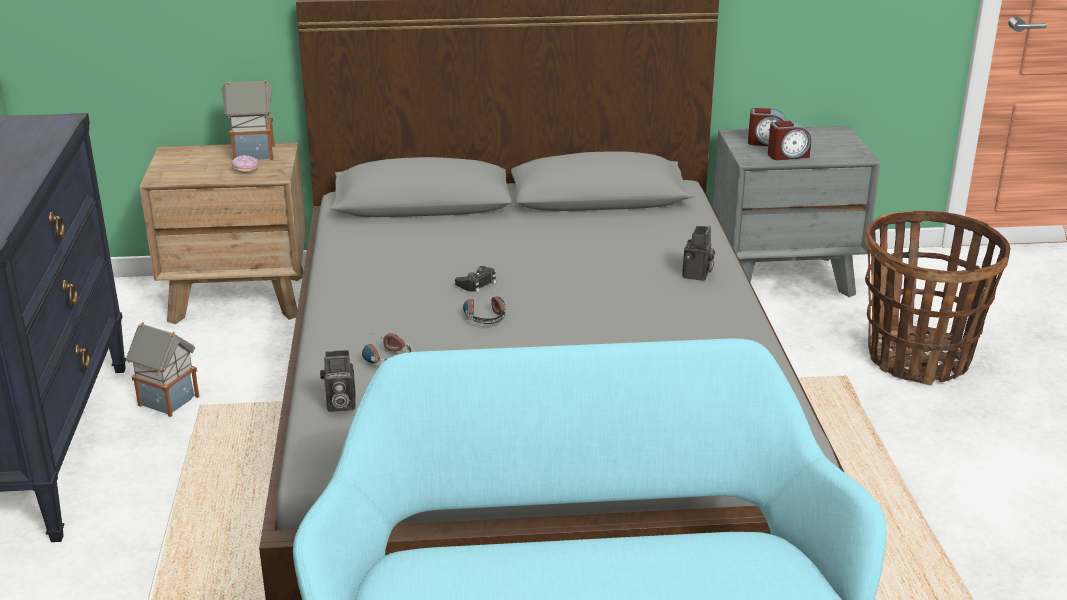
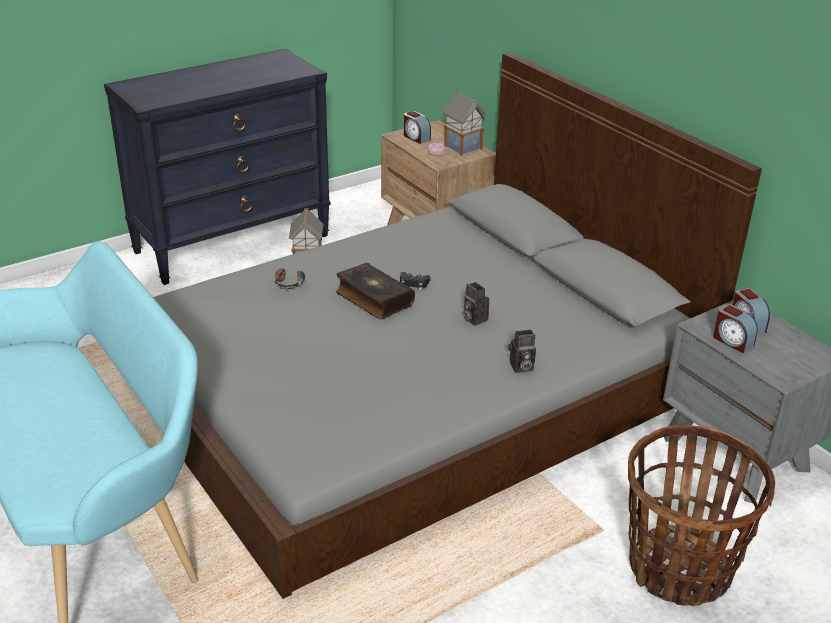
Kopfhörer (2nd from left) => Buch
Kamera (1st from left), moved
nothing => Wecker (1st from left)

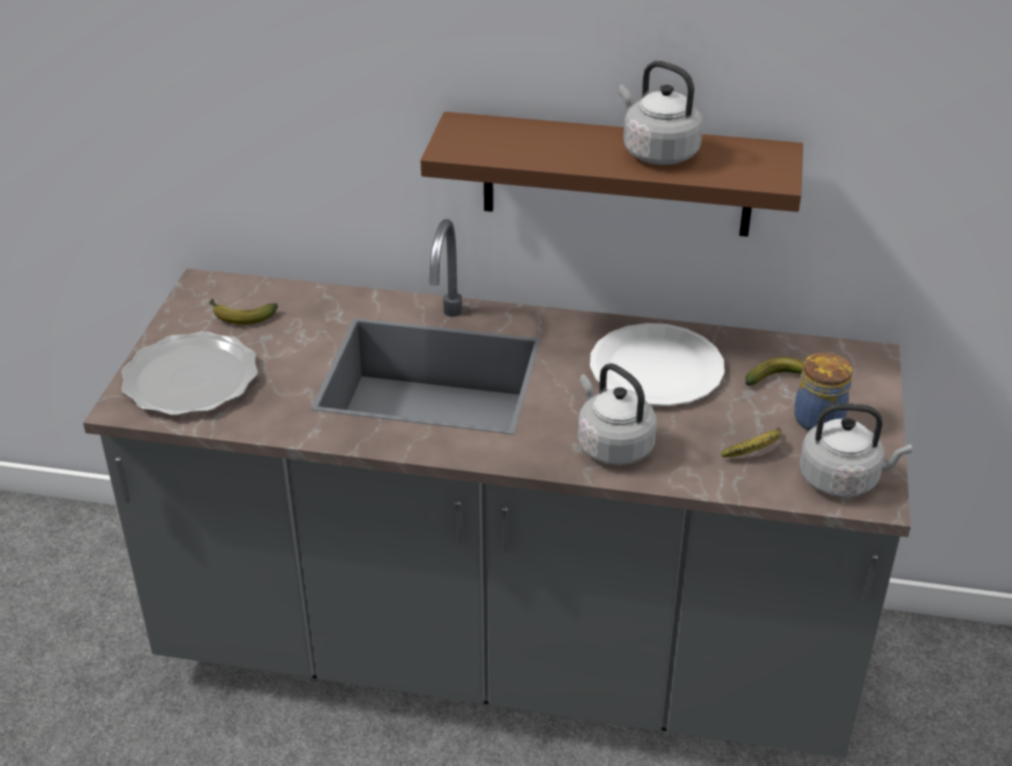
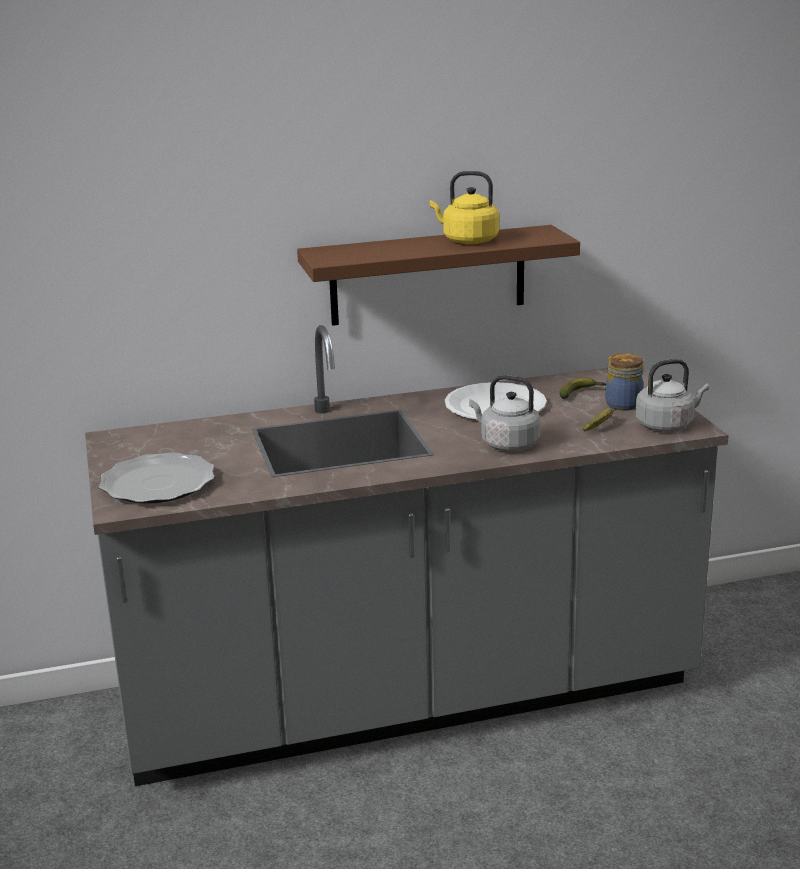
Wasserkessel [grau] (2nd from left) => Wasserkessel [gelb]
Banane (1st from left) => nothing

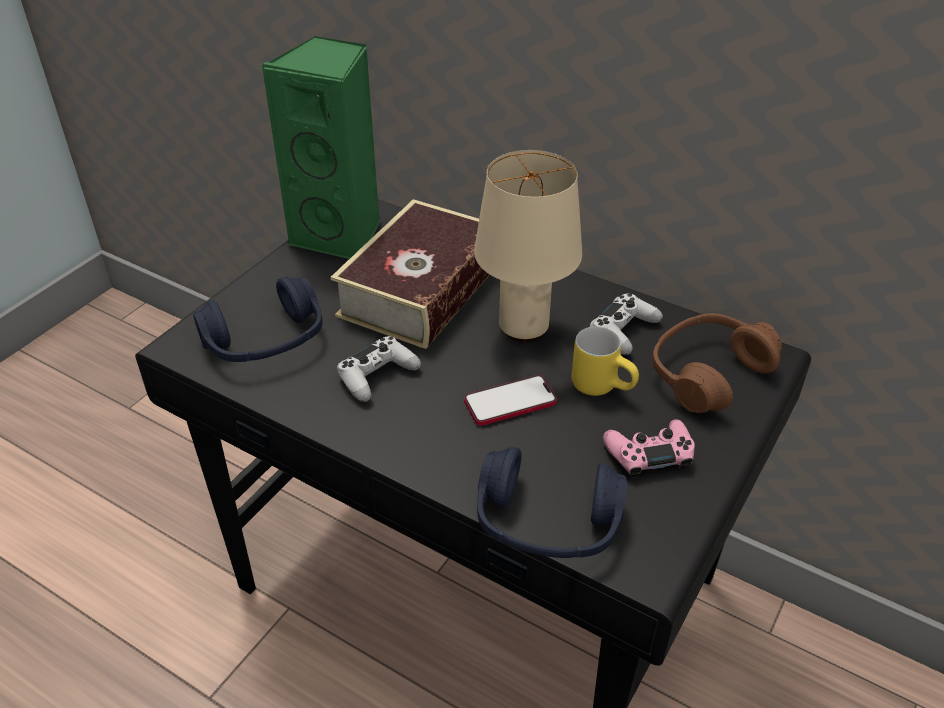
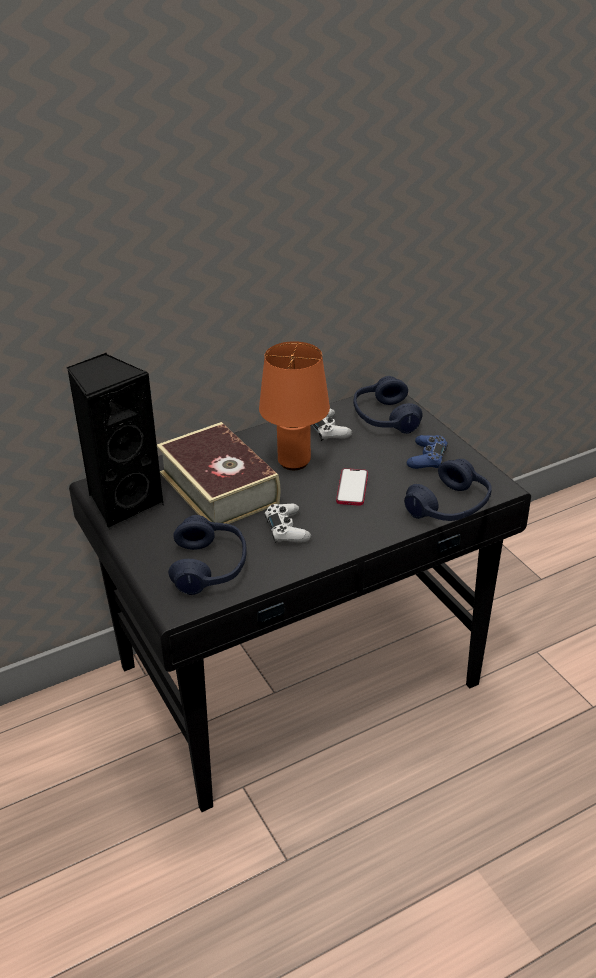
Lautsprecher [grün] => Lautsprecher [schwarz]
Tischlampe [beige] => Tischlampe [orange]
Kopfhörer [braun] => Kopfhörer [blau] (2nd from left)
Henkelbecher [gelb] => nothing
Gamepad [rosa] => Gamepad [blau]

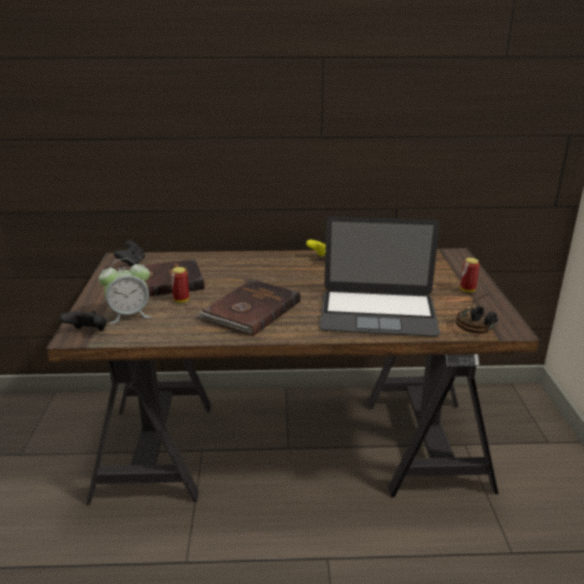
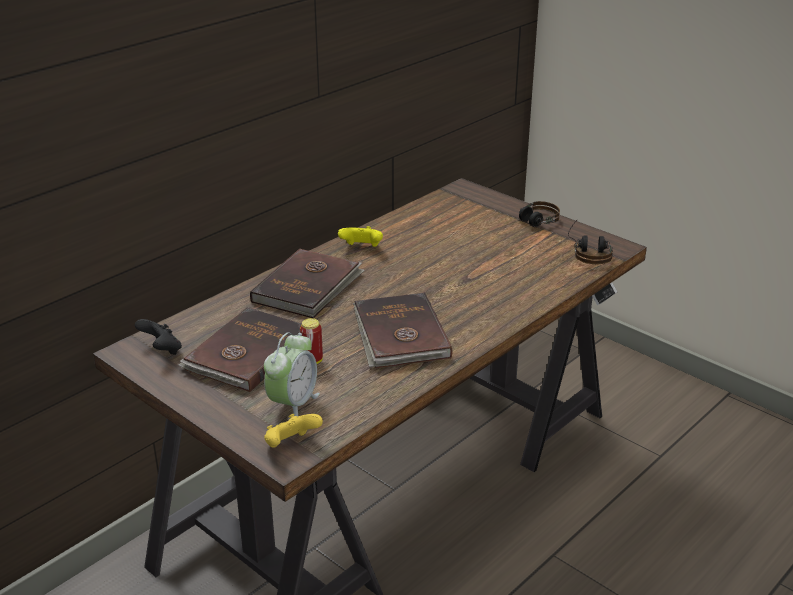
Laptop => nothing
Dose (2nd from left) => Kopfhörer (1st from left)
Gamepad [schwarz] (1st from left) => Gamepad [gelb] (1st from left)
nothing => Buch [braun] (2nd from left)

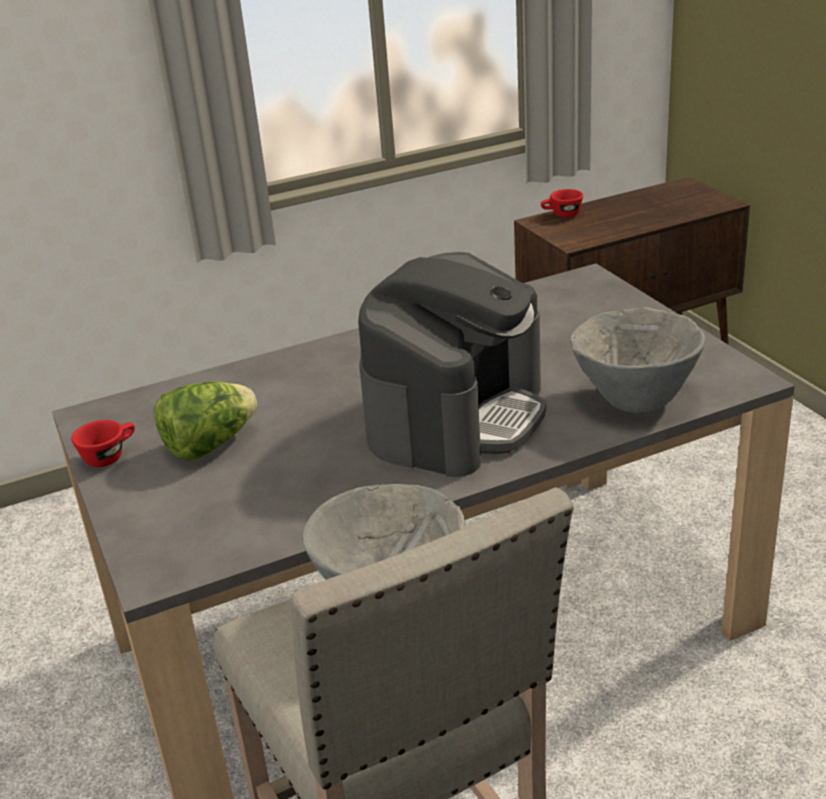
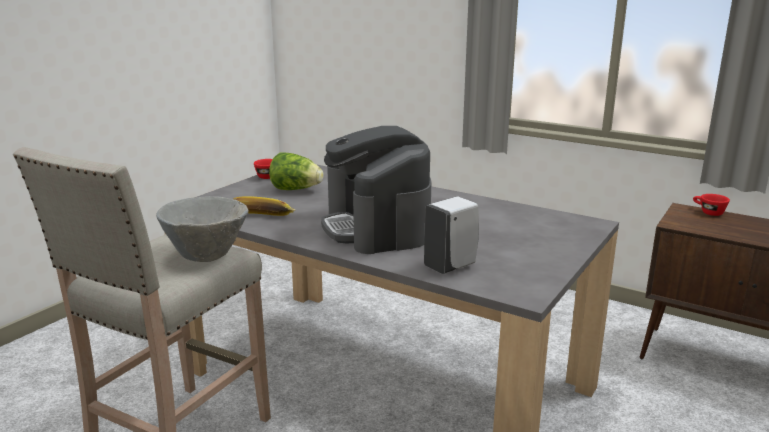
Kaffeemaschine, 75 degrees clockwise
Schüssel [grau] (2nd from left) => Seifenspender [weiß]
nothing => Banane

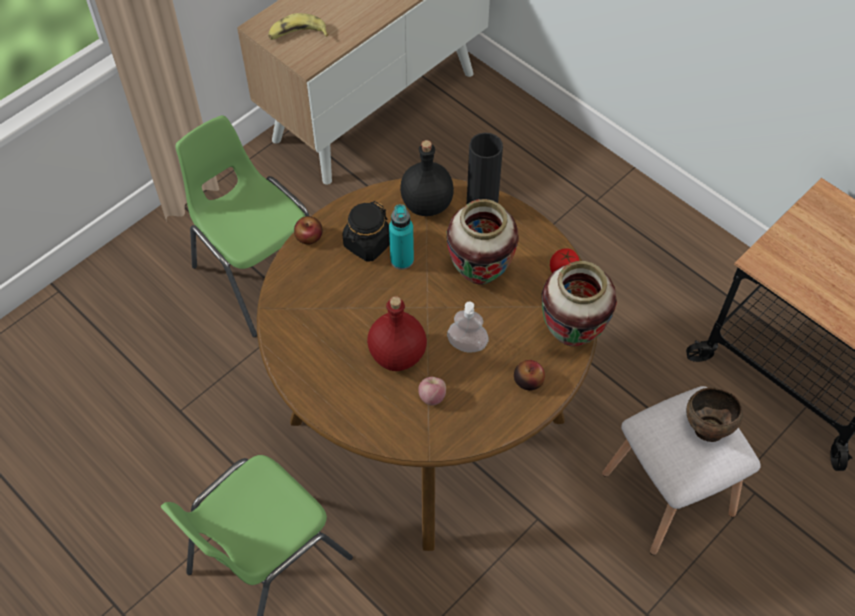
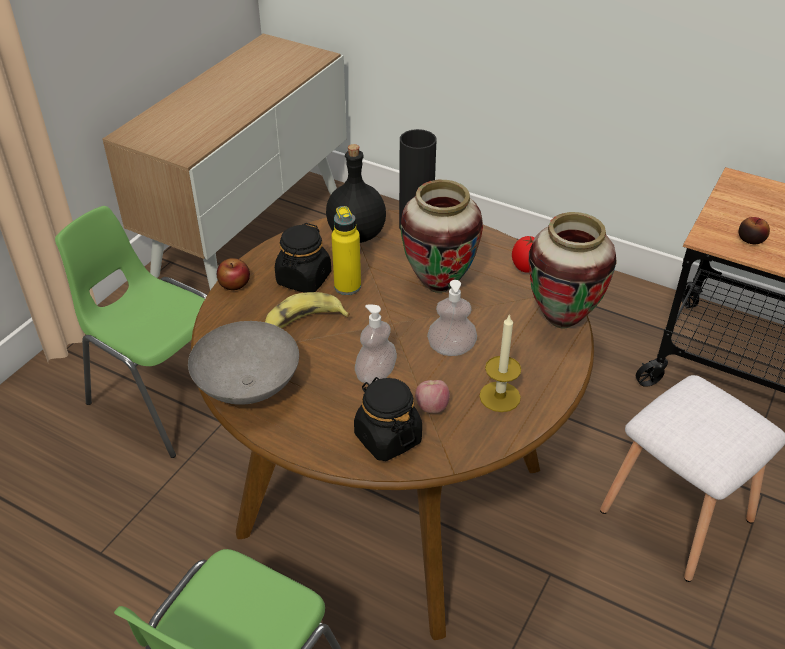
Banane, moved
Flasche [türkis] => Flasche [gelb]
Flasche [rot] => Seifenspender (1st from left)
Apfel (3rd from left), moved
Schüssel [braun] => nothing
nothing => Kerze
nothing => Schüssel [grau]
nothing => Vorratsglas [schwarz] (2nd from left)

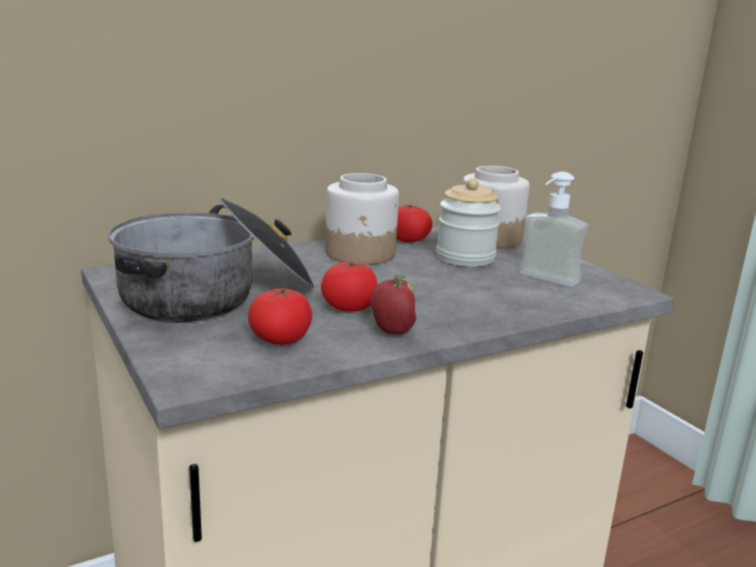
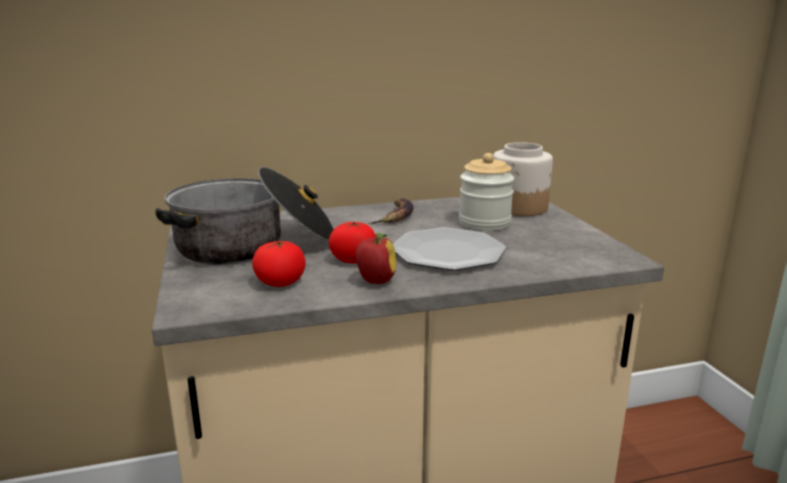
Seifenspender => nothing
Vorratsglas (1st from left) => Banane
Tomate (3rd from left) => nothing
nothing => Teller

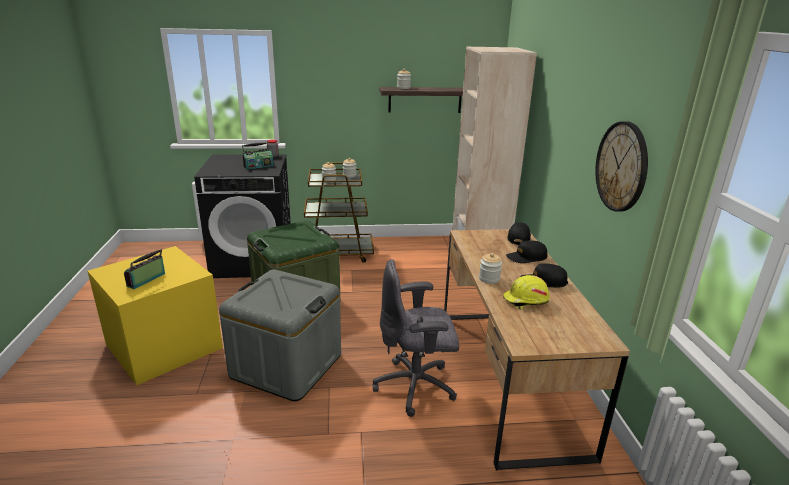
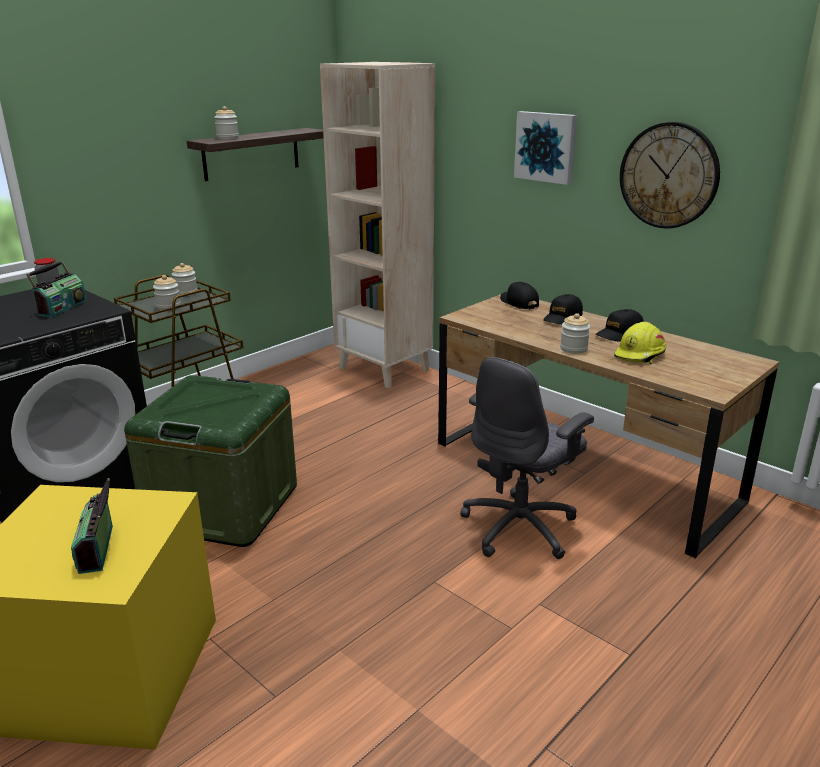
Aufbewahrungsbox [grau] => nothing
nothing => Bild

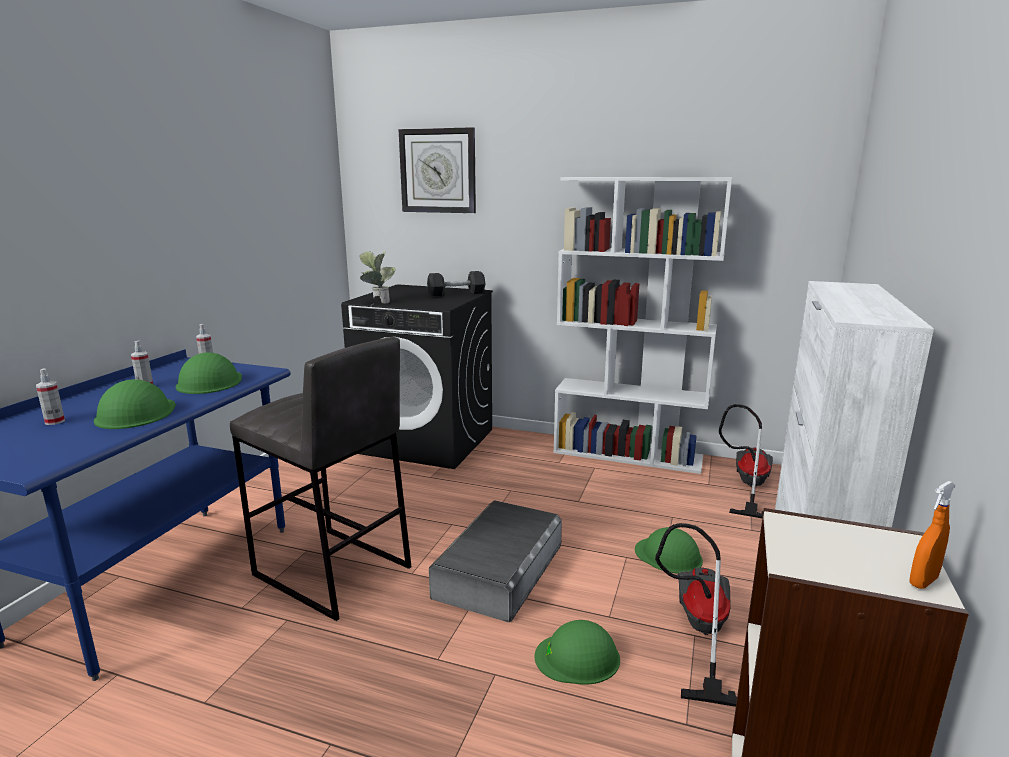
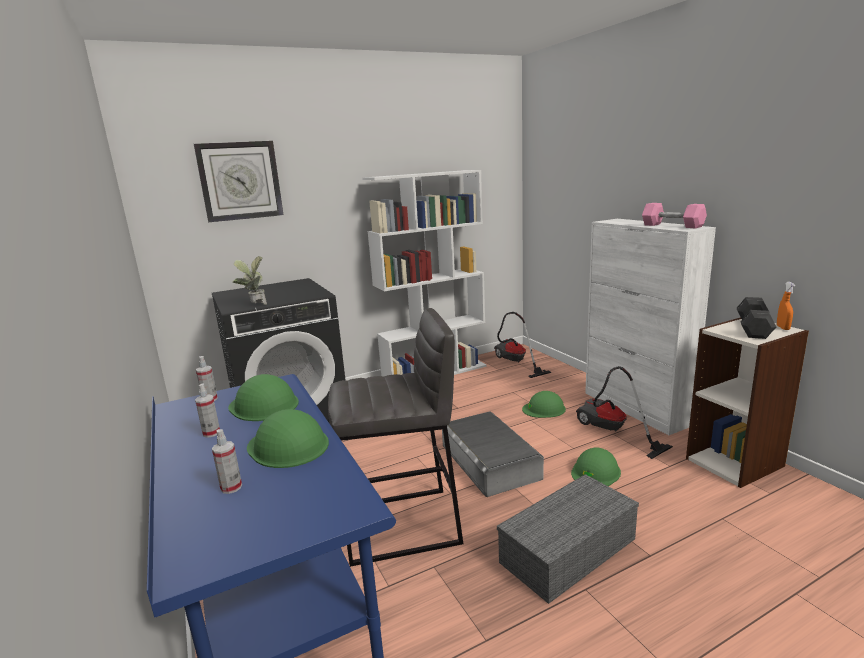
Hantel [grau], moved
nothing => Hantel [rosa]
nothing => Aufbewahrungsbox [grau] (2nd from left)

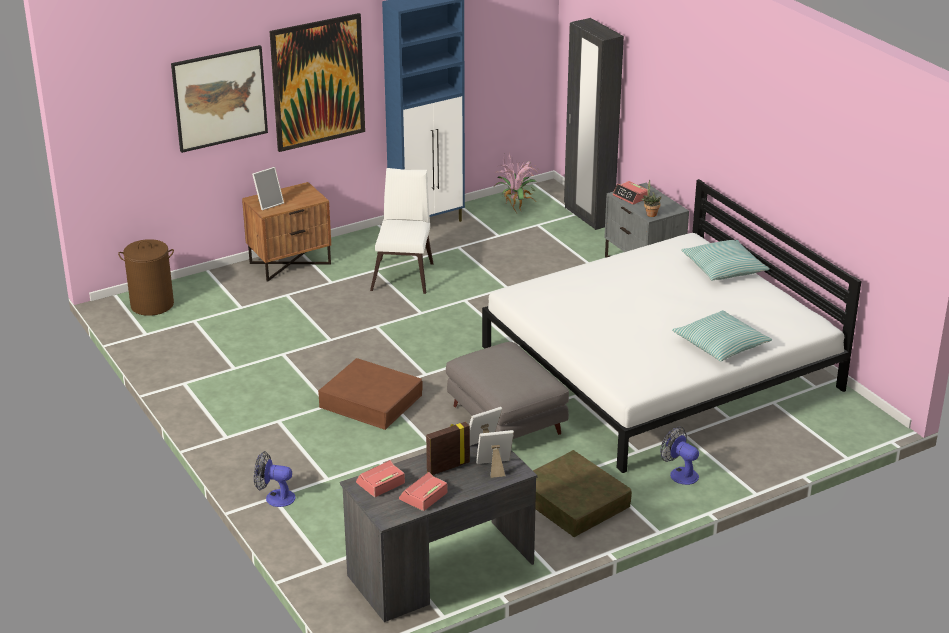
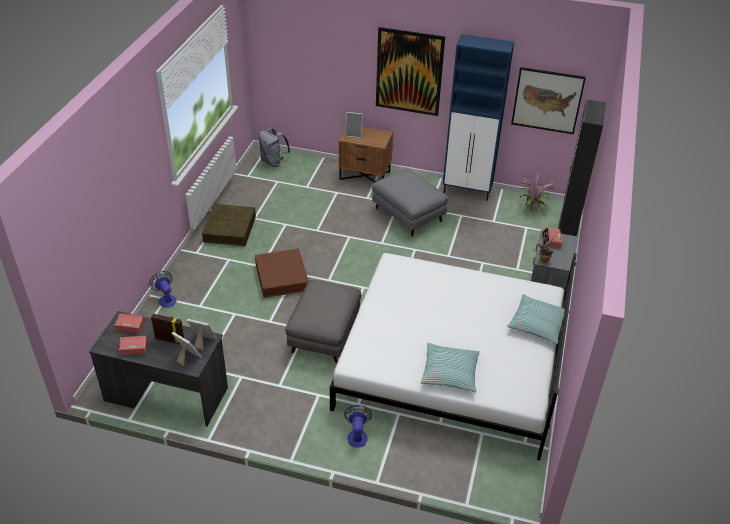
Bild (1st from left in the first image) => Bild (2nd from left), moved
Stuhl [weiß] => Polsterhocker [grau] (2nd from left)
Wäschekorb [braun] => Rucksack [grau]
Aufbewahrungsbox [braun] (2nd from left in the first image) => Aufbewahrungsbox [braun] (1st from left), moved

